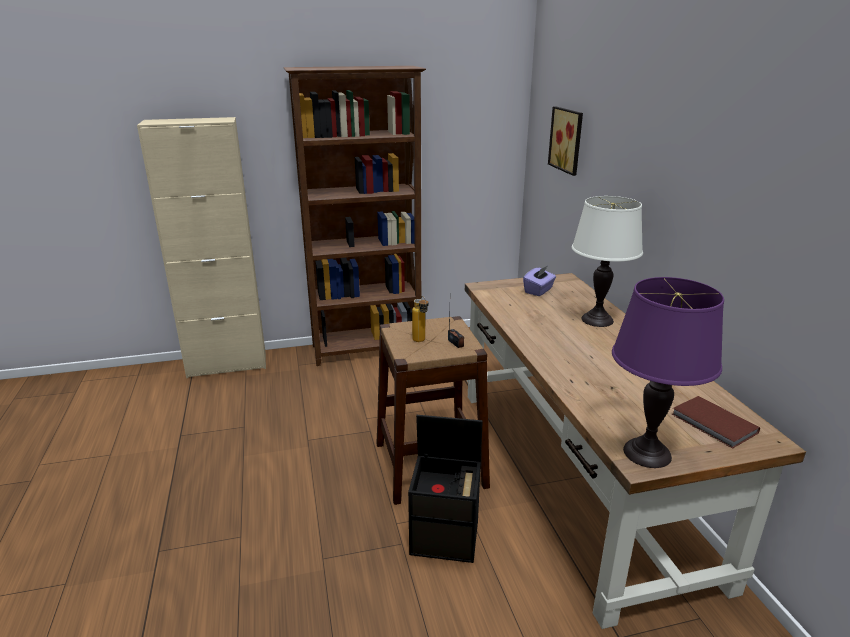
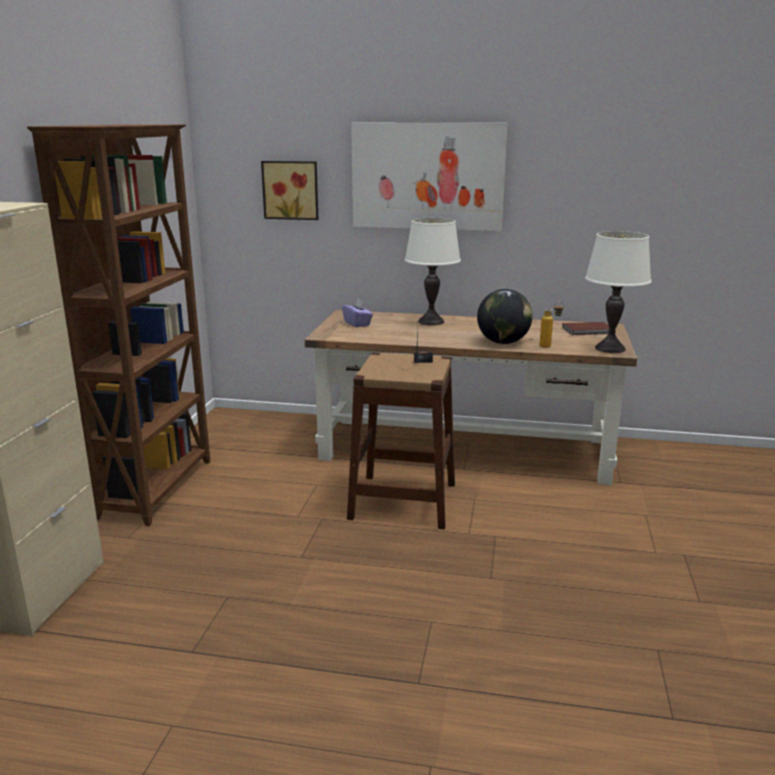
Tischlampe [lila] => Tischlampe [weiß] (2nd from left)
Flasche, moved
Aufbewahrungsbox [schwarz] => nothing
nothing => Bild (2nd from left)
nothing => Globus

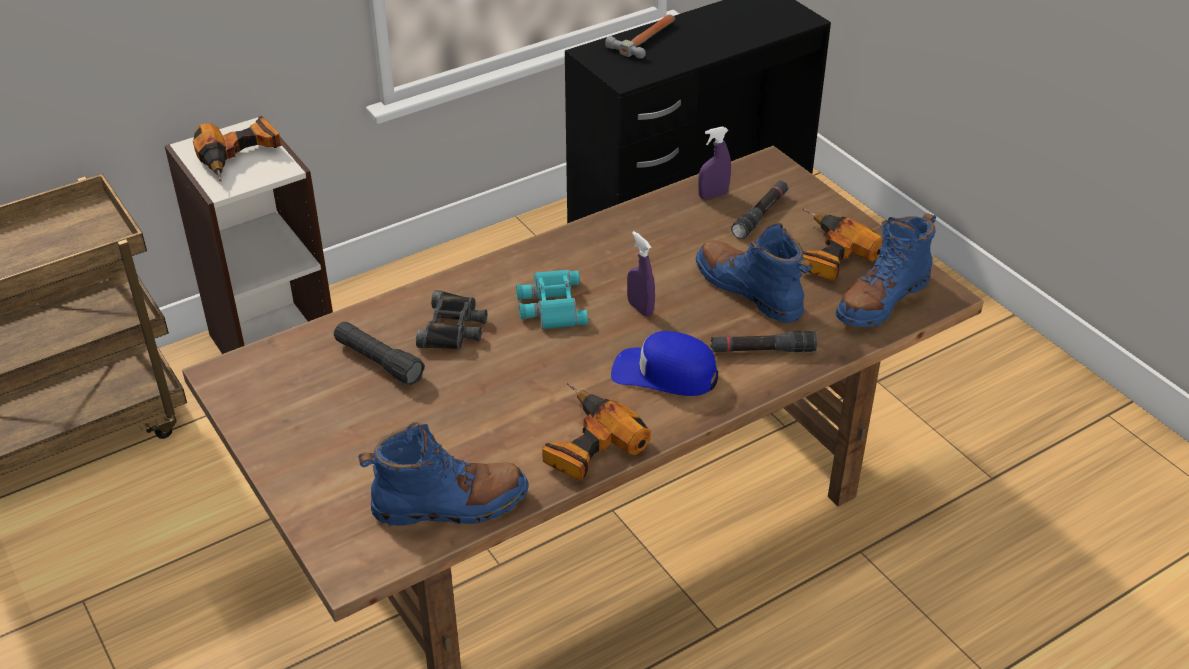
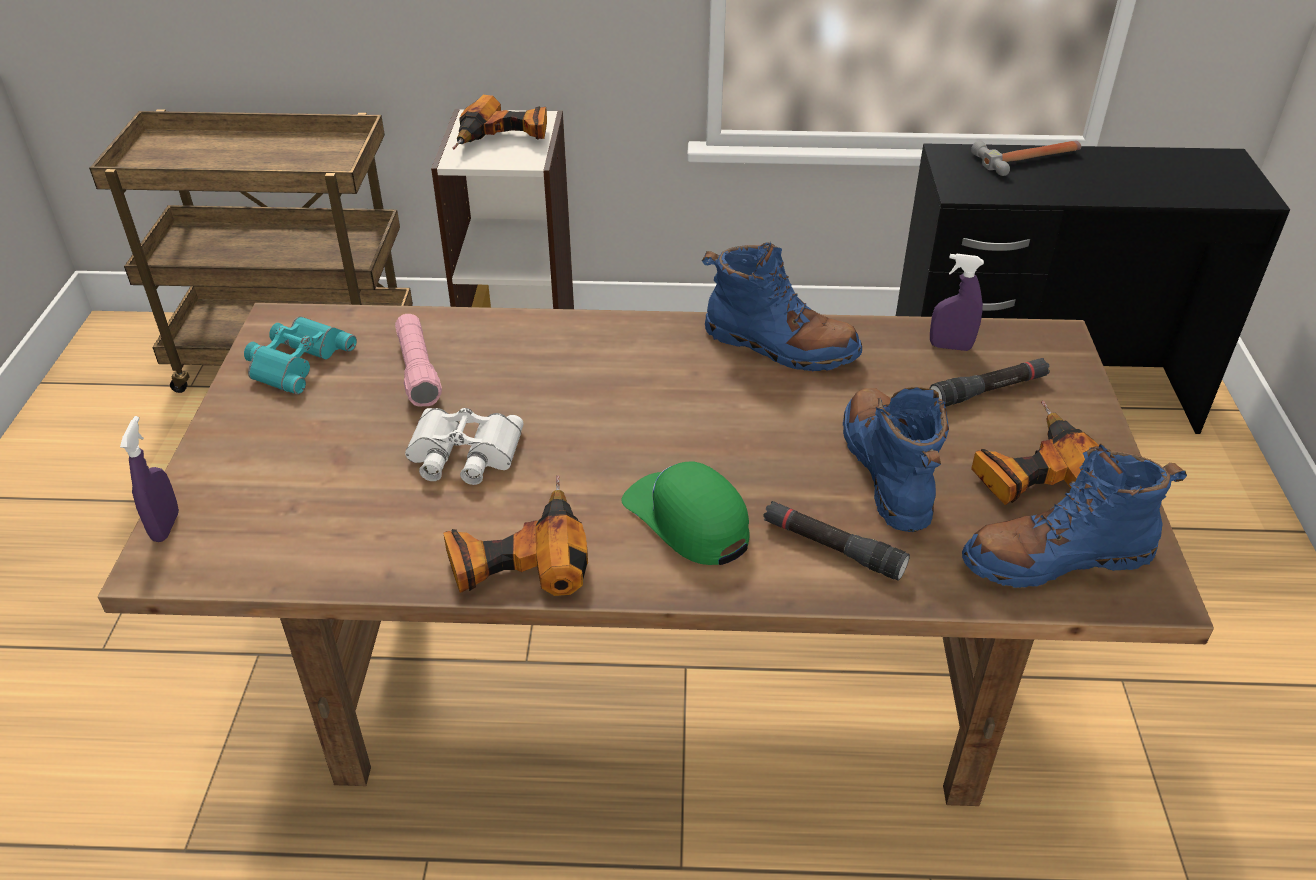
Sprühflasche [lila] (1st from left), moved
Fernglas [türkis], moved
Fernglas [schwarz] => nothing
Taschenlampe [schwarz] (1st from left) => Taschenlampe [rosa]
Kappe [blau] => Kappe [grün]
Stiefel [blau] (1st from left), moved
nothing => Fernglas [weiß]

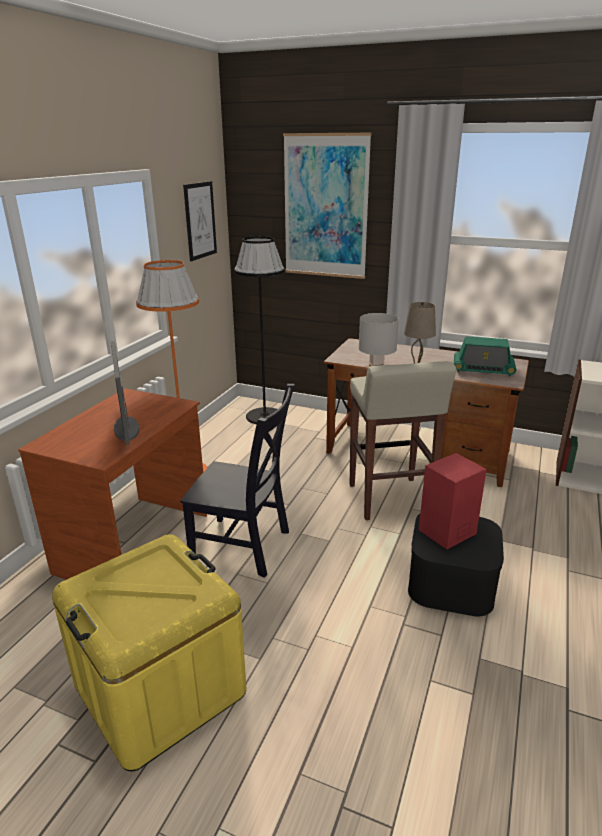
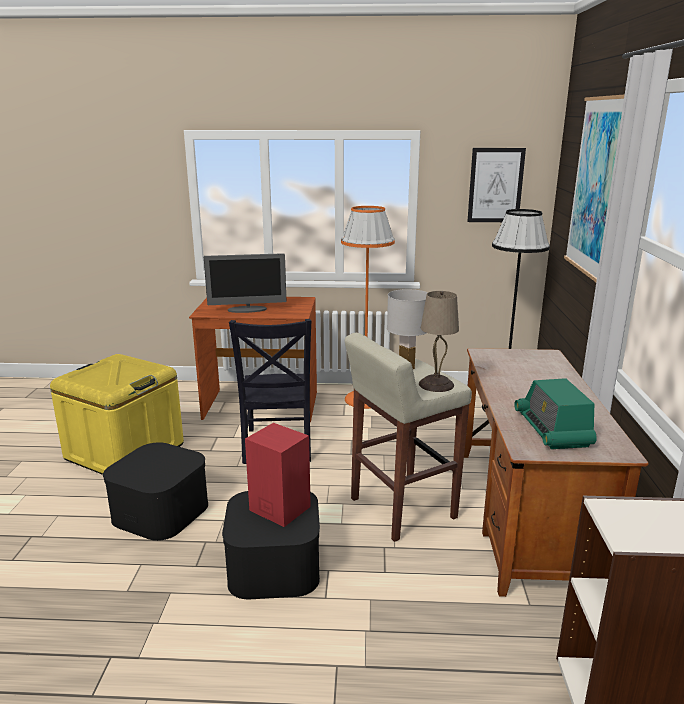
Monitor, 150 degrees counterclockwise
nothing => Aufbewahrungsbox [schwarz] (1st from left)

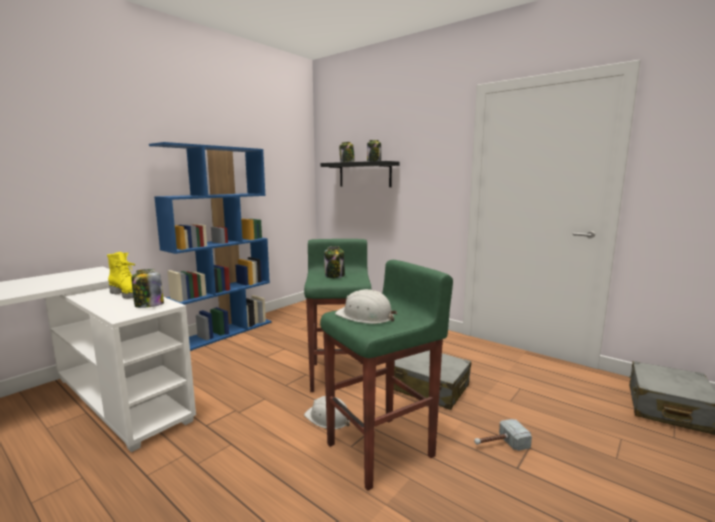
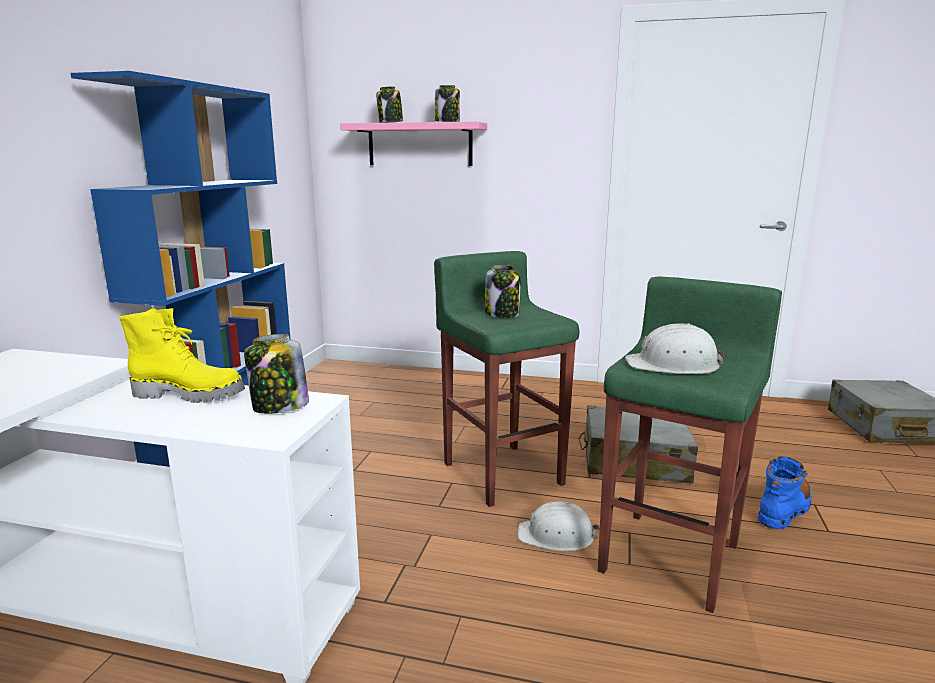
Wandregal [schwarz] => Wandregal [rosa]
Hammer => Stiefel [blau]

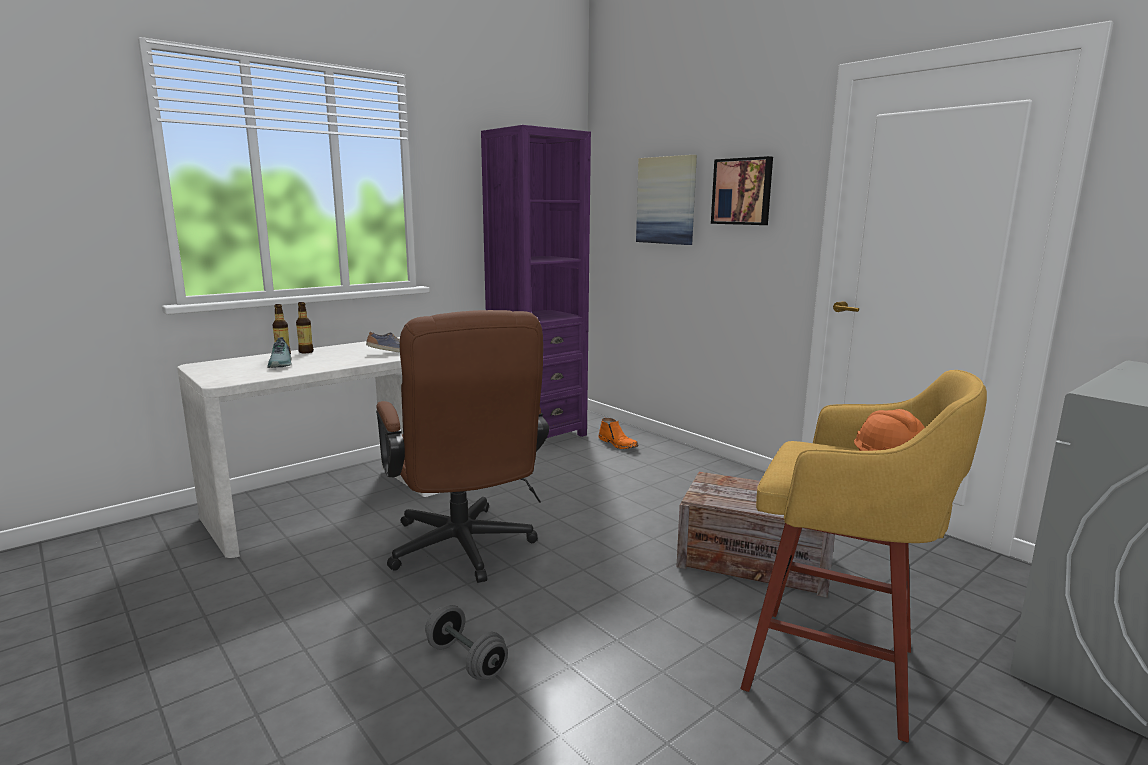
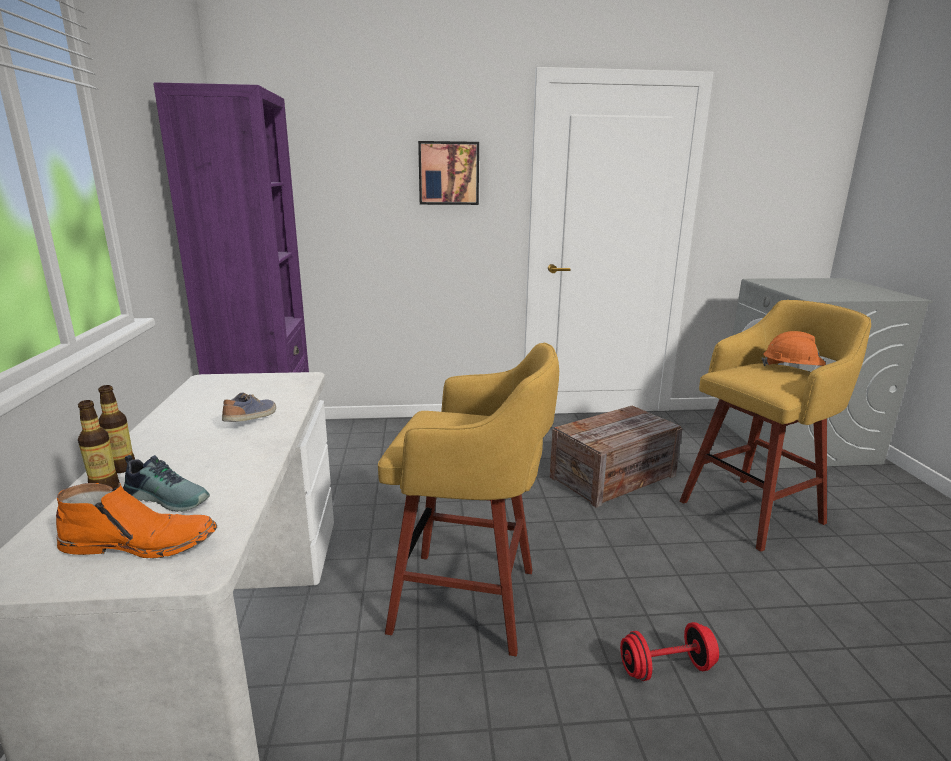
Bild (1st from left) => nothing
Bürostuhl [braun] => Hocker [gelb] (1st from left)
Stiefel [orange], moved
Hantel [grau] => Hantel [rot]

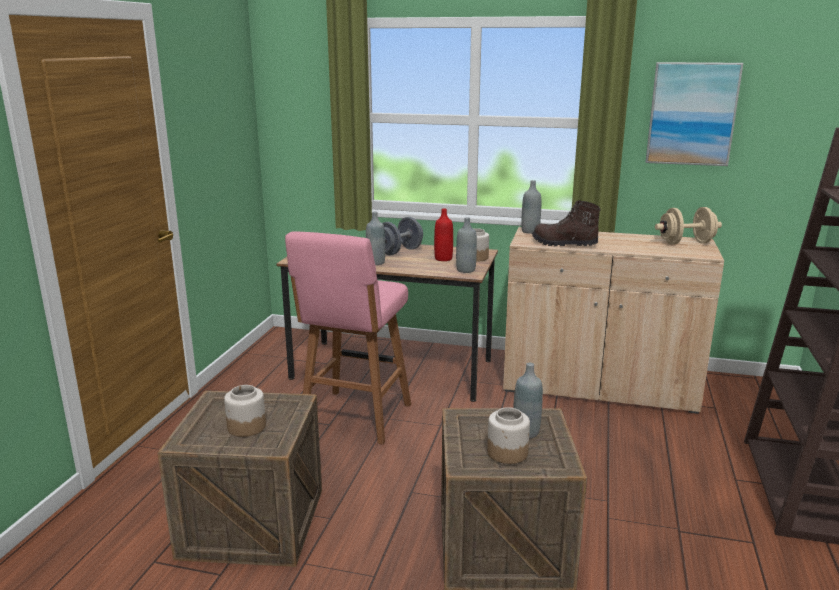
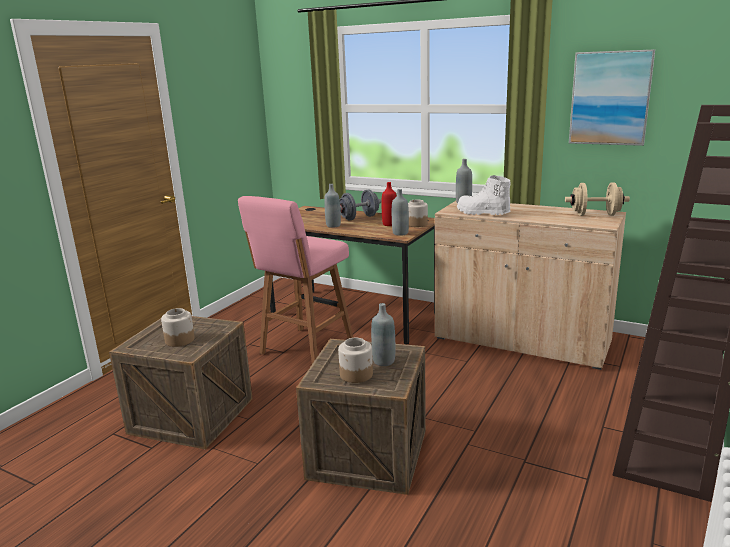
Stiefel [braun] => Stiefel [weiß]

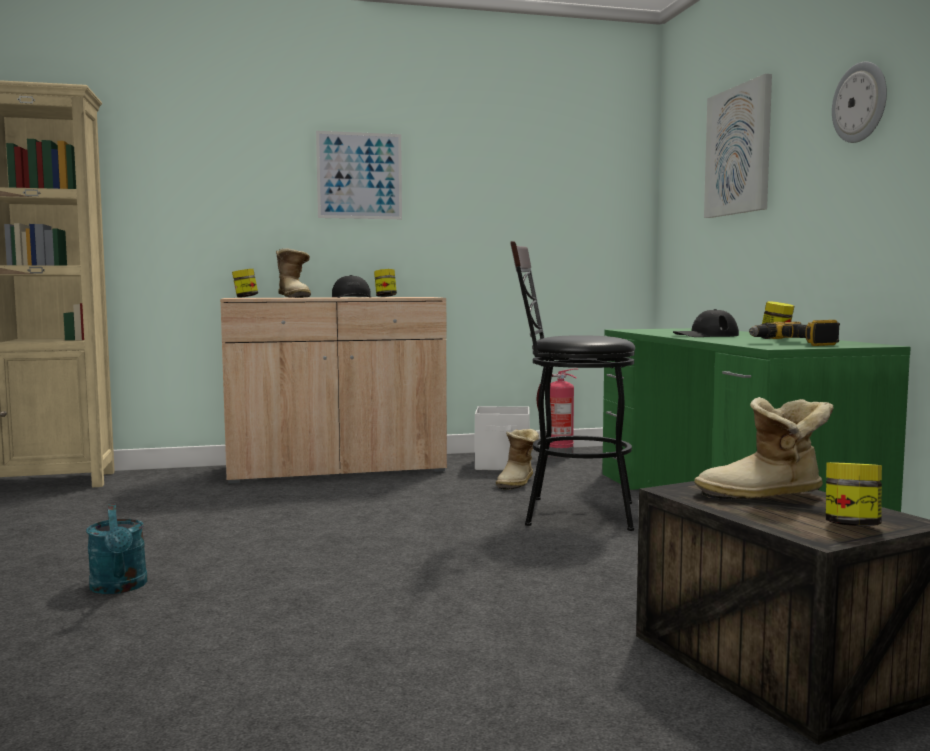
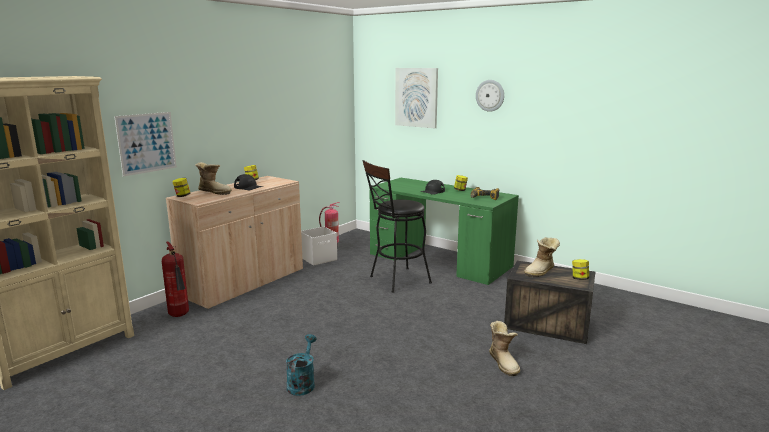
Bild (1st from left), moved
Stiefel (2nd from left), moved
Gießkanne [türkis], 105 degrees counterclockwise
nothing => Feuerlöscher (1st from left)

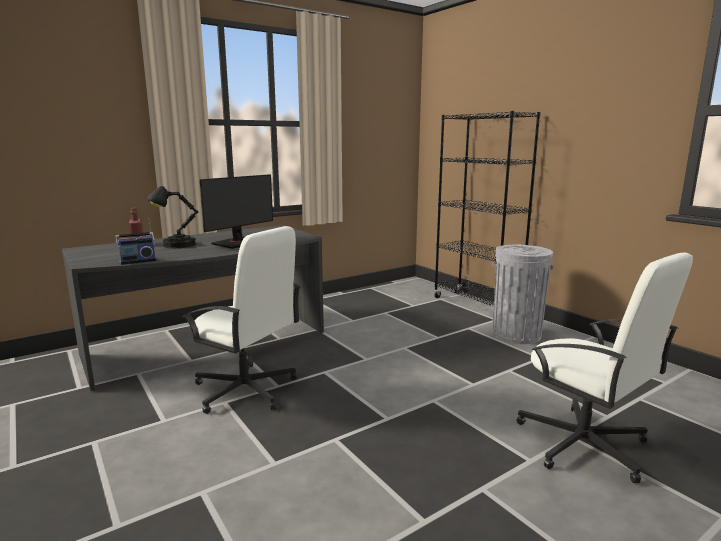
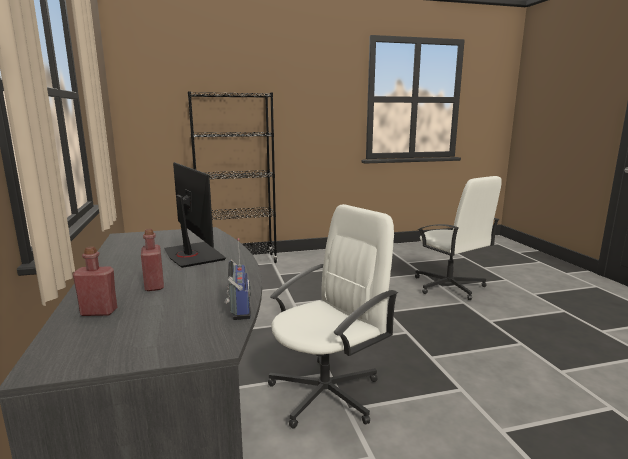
Tischlampe [schwarz] => Flasche [rot] (2nd from left)
Mülleimer [grau] => nothing
Bürostuhl [weiß] (2nd from left), 75 degrees clockwise

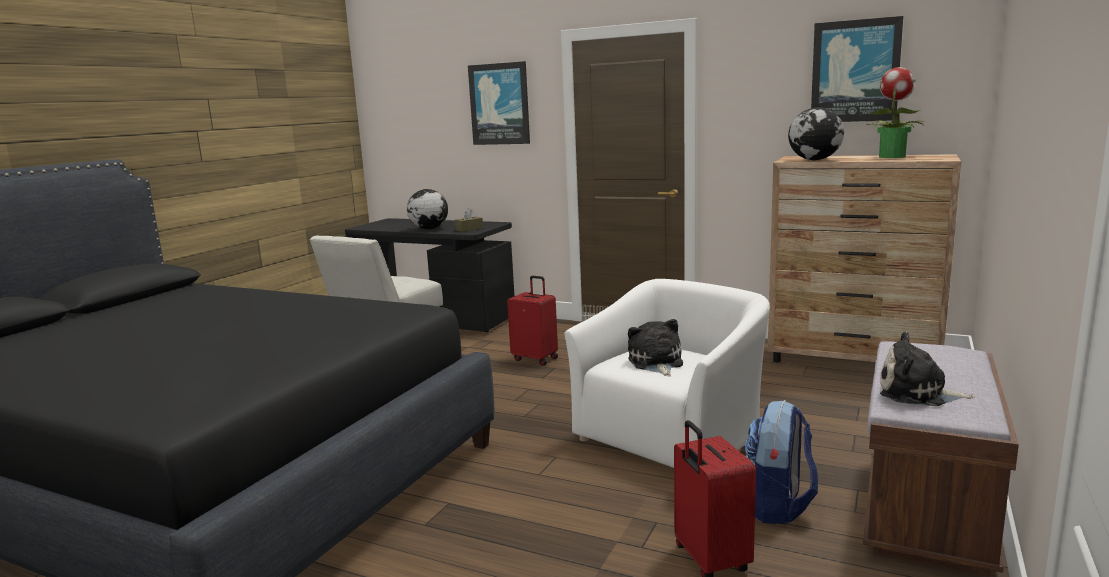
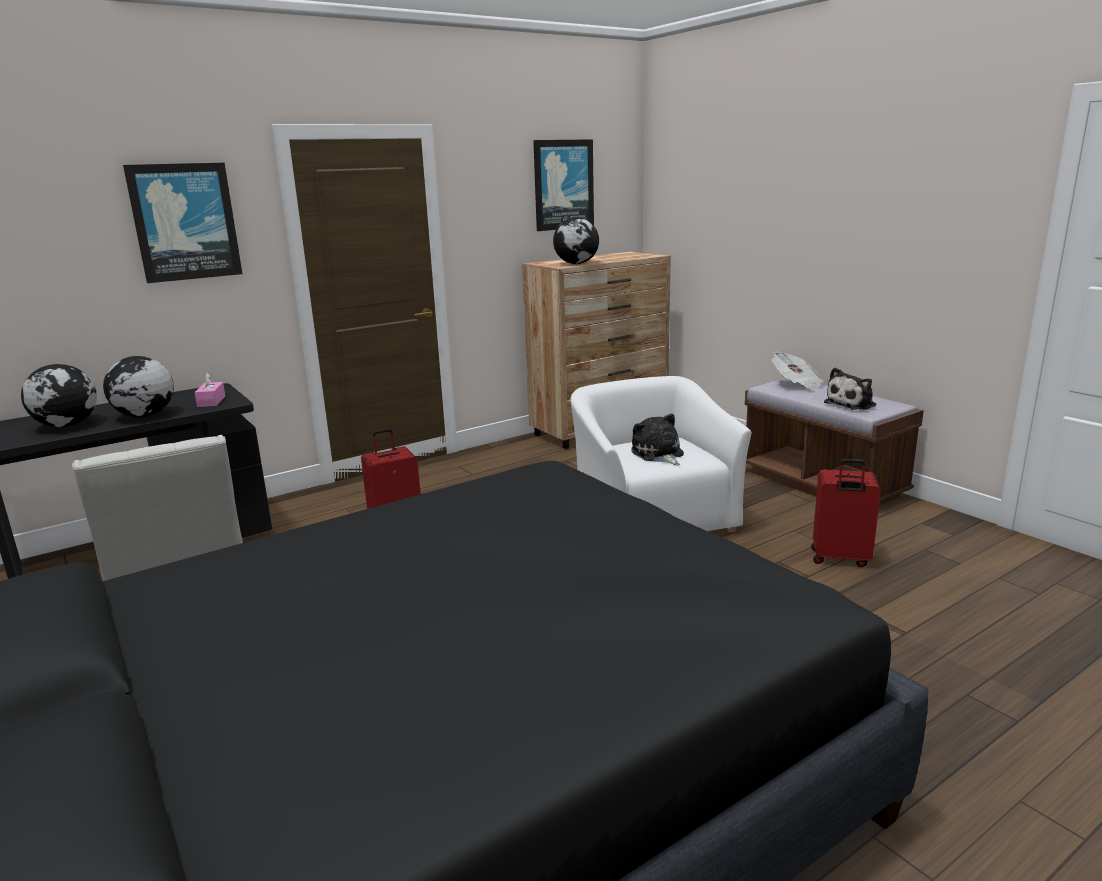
Topfpflanze => nothing
Taschentuchbox [braun] => Taschentuchbox [rosa]
Plüschtier (1st from left), 45 degrees clockwise
Rucksack => nothing
nothing => Zeitung
nothing => Globus (1st from left)

